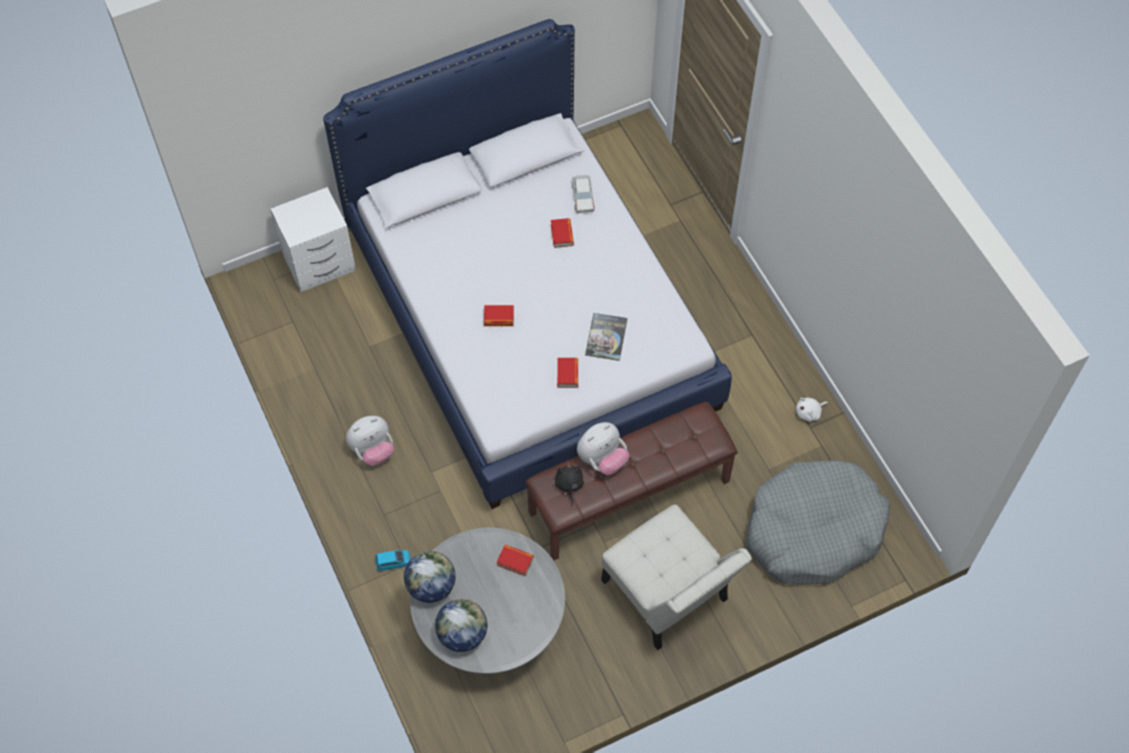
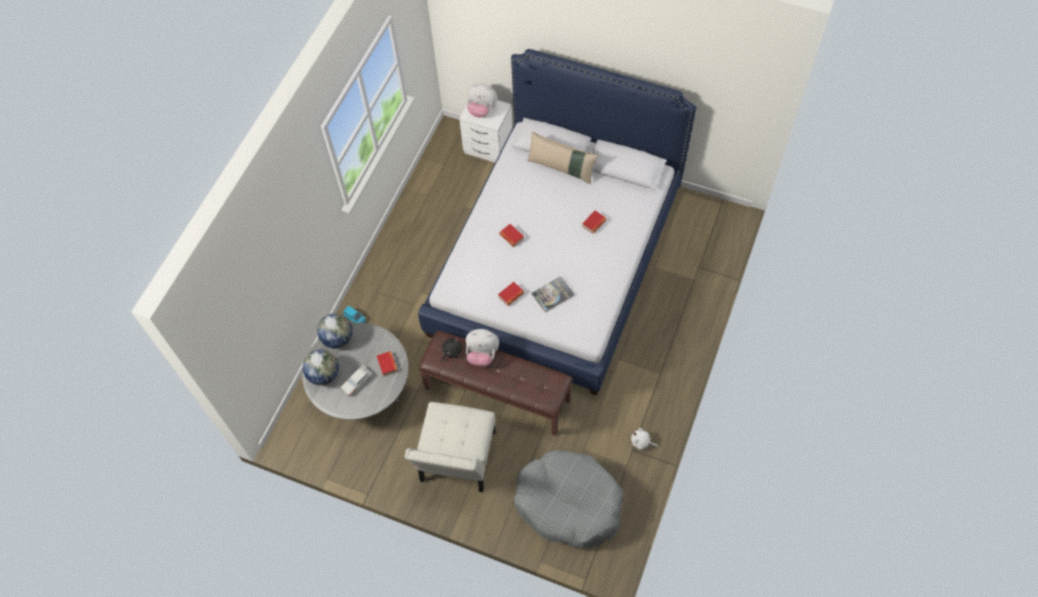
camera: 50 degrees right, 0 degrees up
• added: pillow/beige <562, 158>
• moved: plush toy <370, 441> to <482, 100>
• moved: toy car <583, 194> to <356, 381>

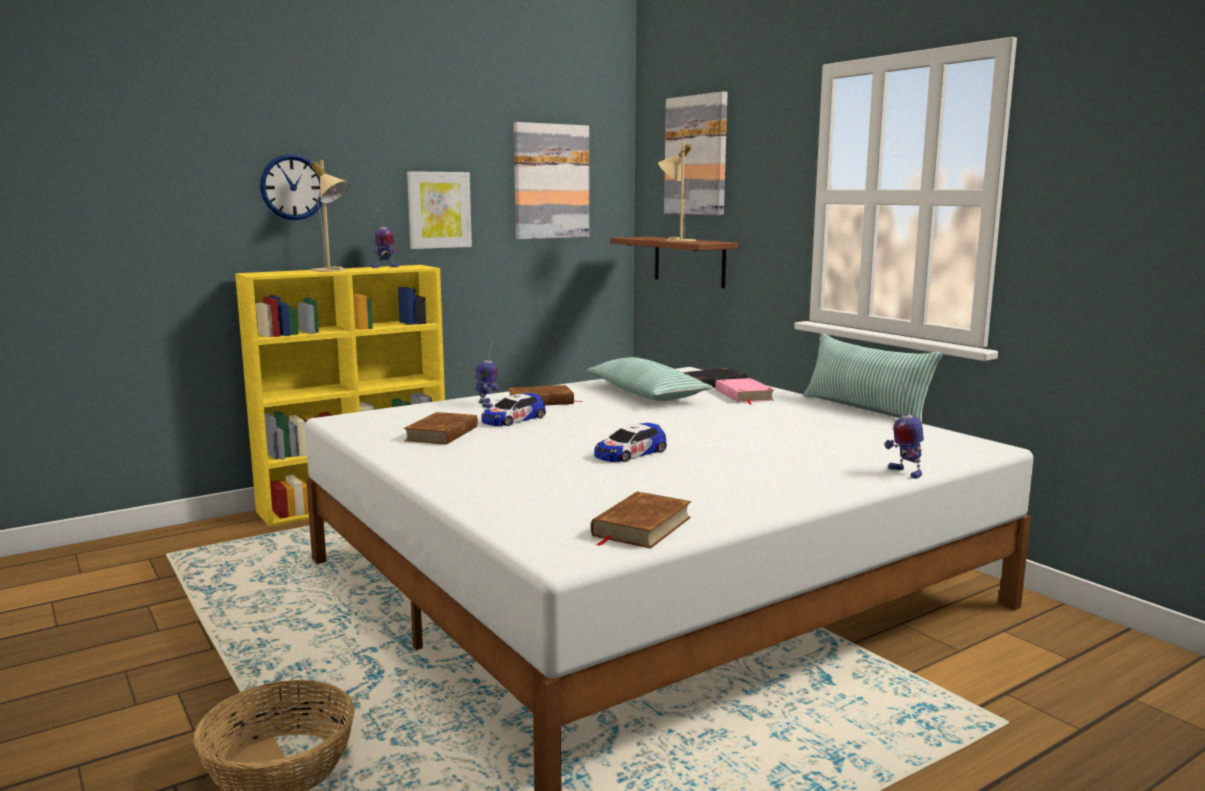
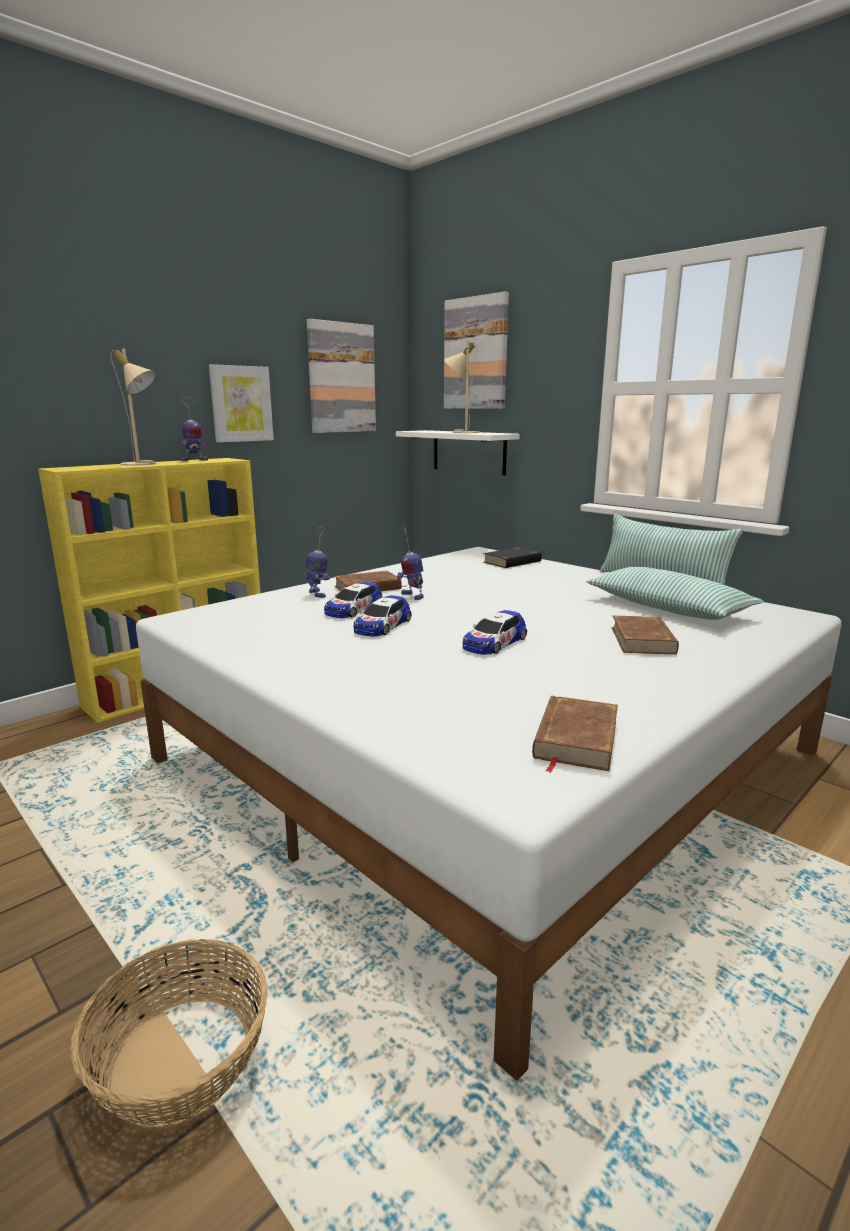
camera: 10 degrees left, 5 degrees up
• removed: wall clock <291, 187>
• removed: book/pink <744, 391>
• added: toy car <383, 616>
• moved: book/brown <441, 428> to <645, 635>
• moved: pillow <650, 379> to <675, 593>
• moved: toy robot <904, 430> to <410, 564>
• recoloured: shelf/brown <674, 262> to shelf/white <458, 452>

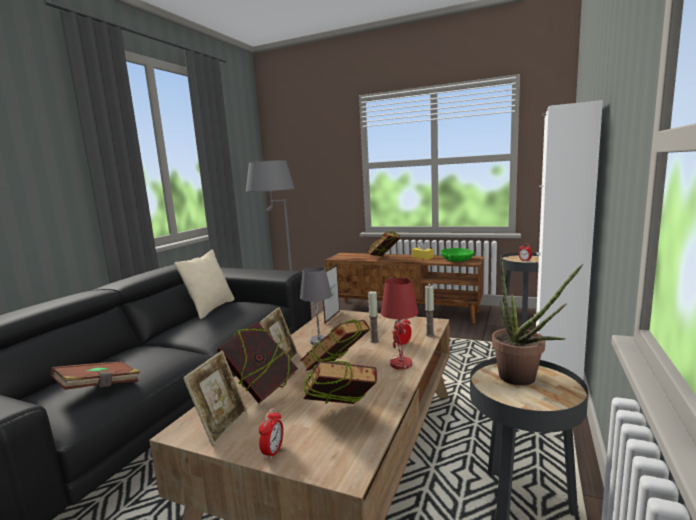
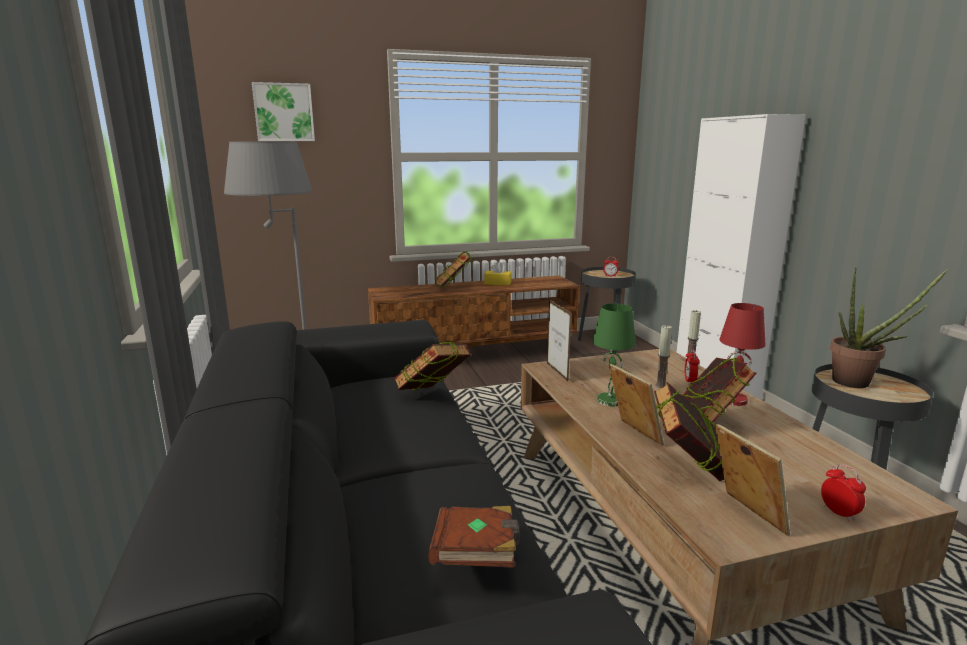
camera: 40 degrees left, 5 degrees up
• removed: pillow/beige <205, 284>
• removed: bowl/green <457, 255>
• added: picture <283, 111>
• moved: book <340, 382> to <432, 365>
• recoloured: table lamp/grey <316, 306> to table lamp/green <614, 354>

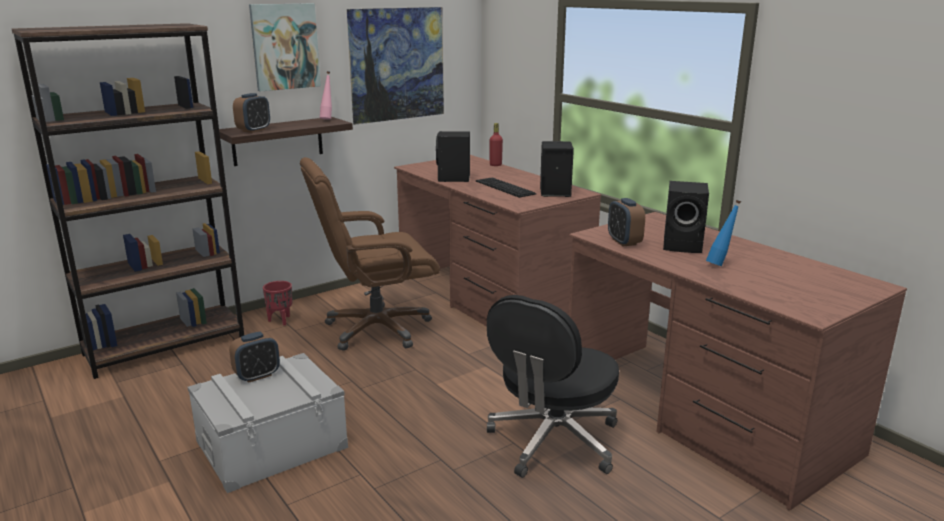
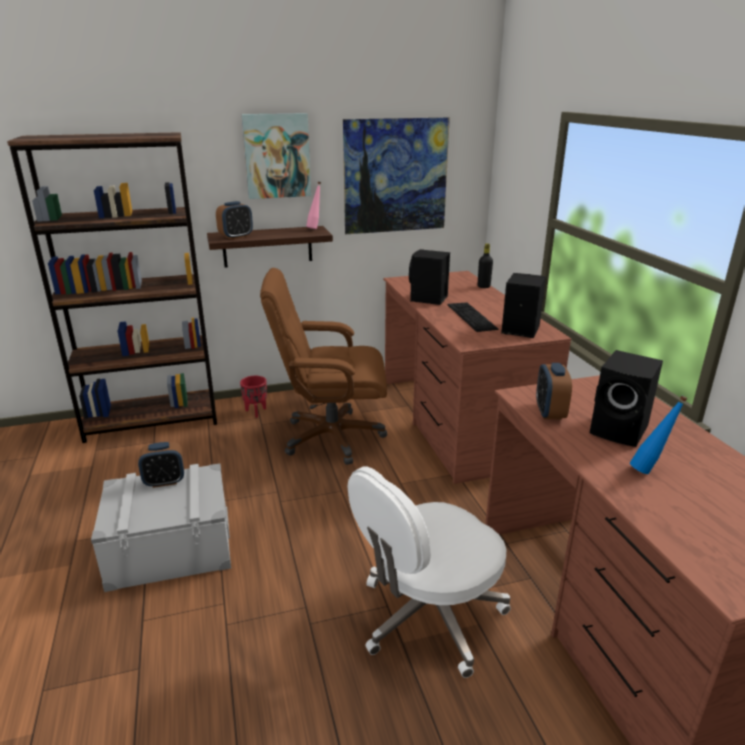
camera: 20 degrees right, 5 degrees up
• recoloured: office chair/black <553, 386> to office chair/white <429, 572>
• recoloured: bottle/red <496, 144> to bottle/black <485, 265>

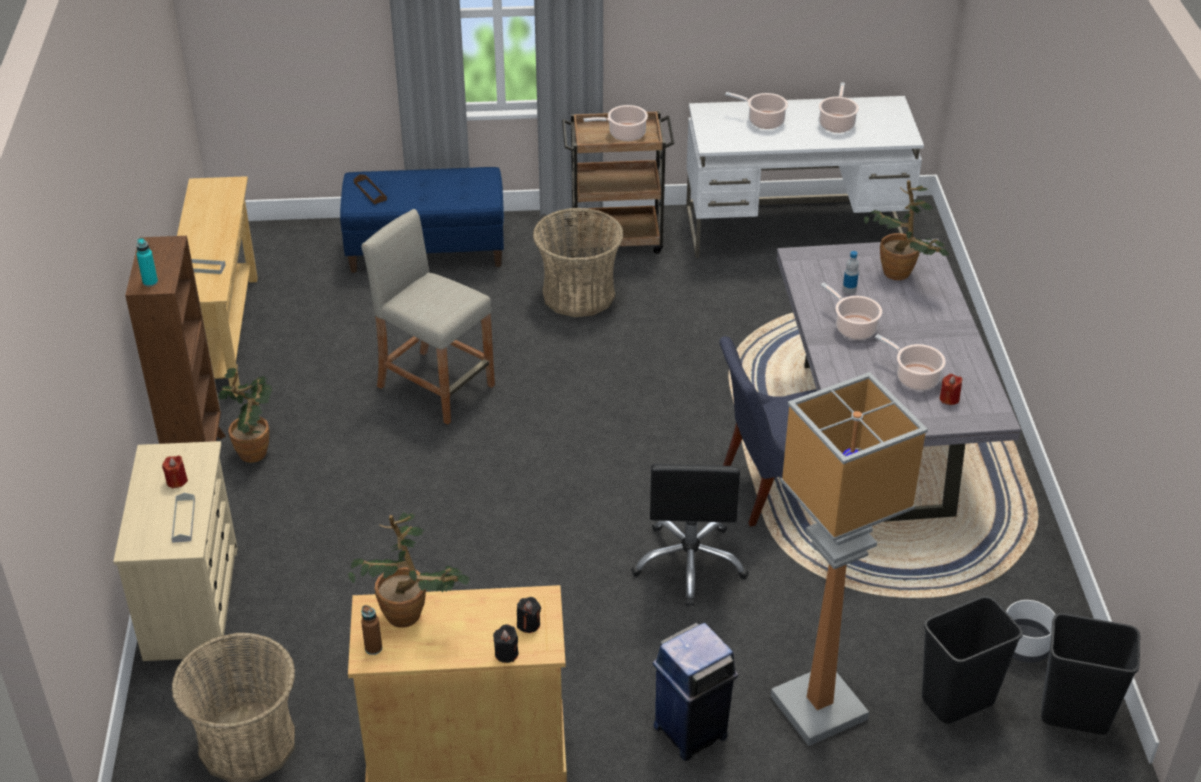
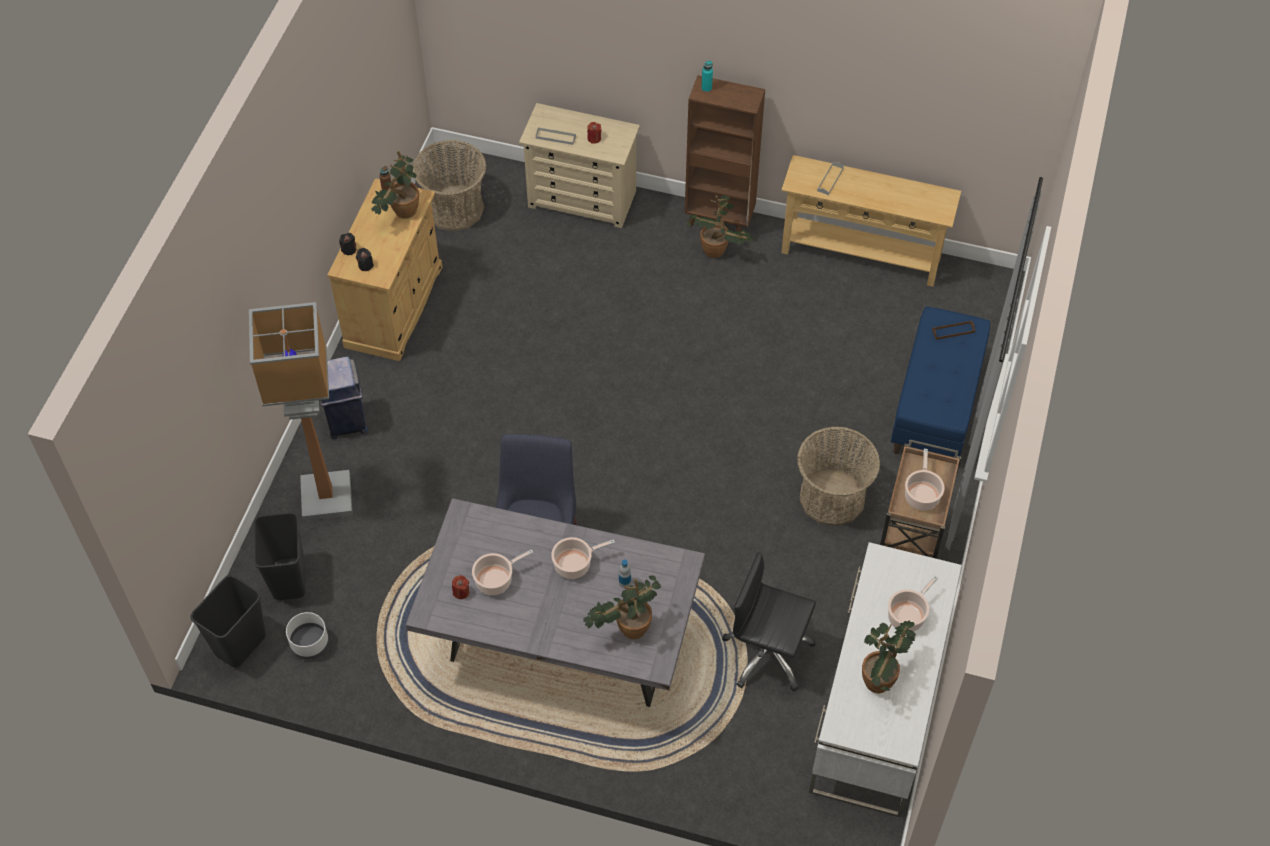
camera: 110 degrees right, 15 degrees up
• removed: stool/beige <428, 317>
• moved: office chair/black <690, 535> to <769, 621>
• replaced: cooking pot <839, 107> to potted plant <889, 657>

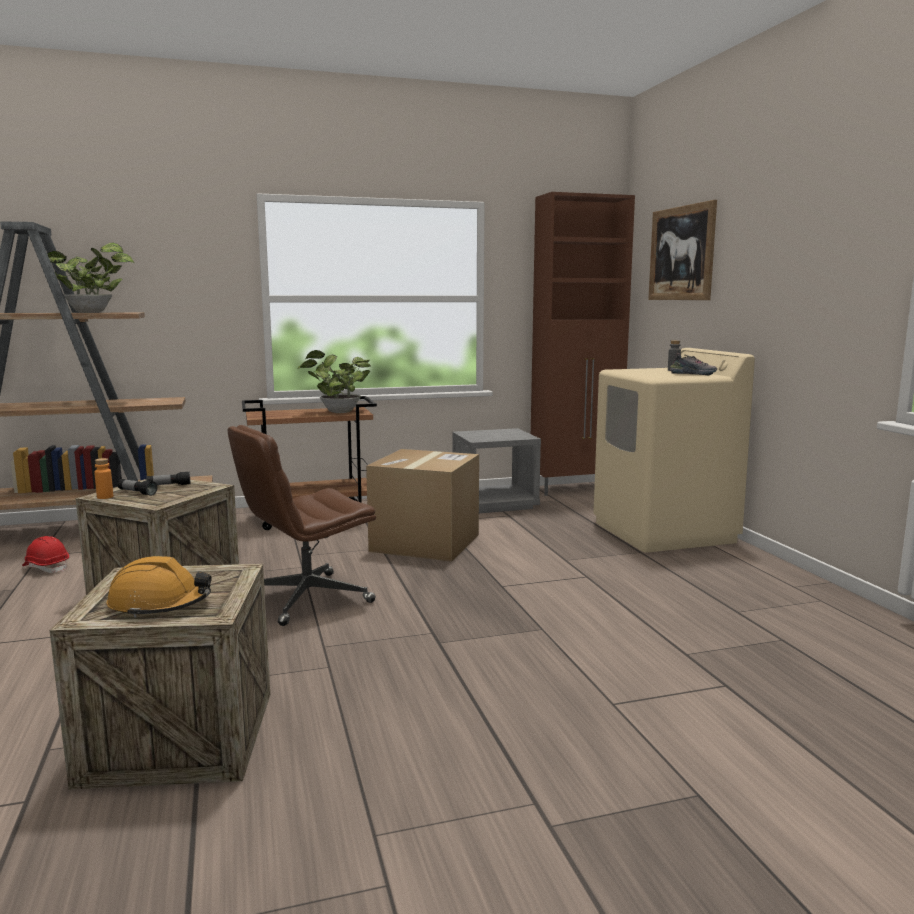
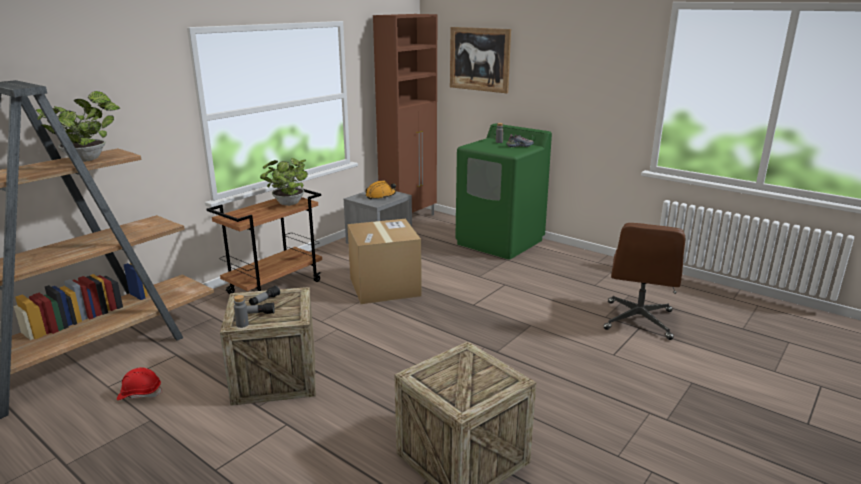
camera: 35 degrees left, 10 degrees up
• moved: hard hat/orange <159, 587> to <381, 189>
• moved: office chair/brown <302, 525> to <644, 281>
• recoloured: bottle/orange <103, 478> to bottle/grey <241, 311>
• recoloured: washing machine/beige <674, 450> to washing machine/green <503, 191>

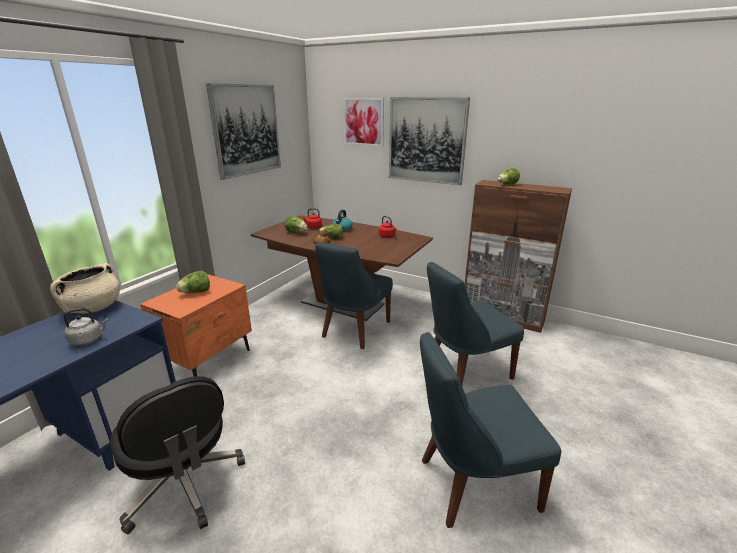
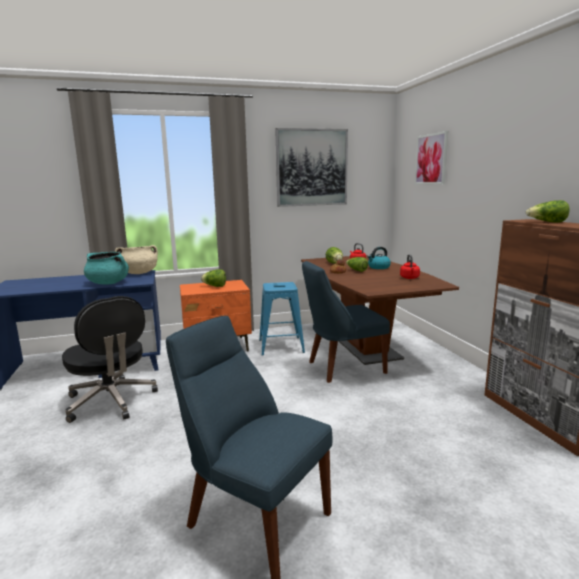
camera: 45 degrees right, 10 degrees down
• removed: picture <429, 141>
• removed: chair/blue <475, 323>
• added: stool/blue <282, 319>
• replaced: kettle/grey <86, 327> to cooking pot/turquoise <106, 268>
• turned: office chair/black <177, 455> = <110, 359> 45 degrees counterclockwise

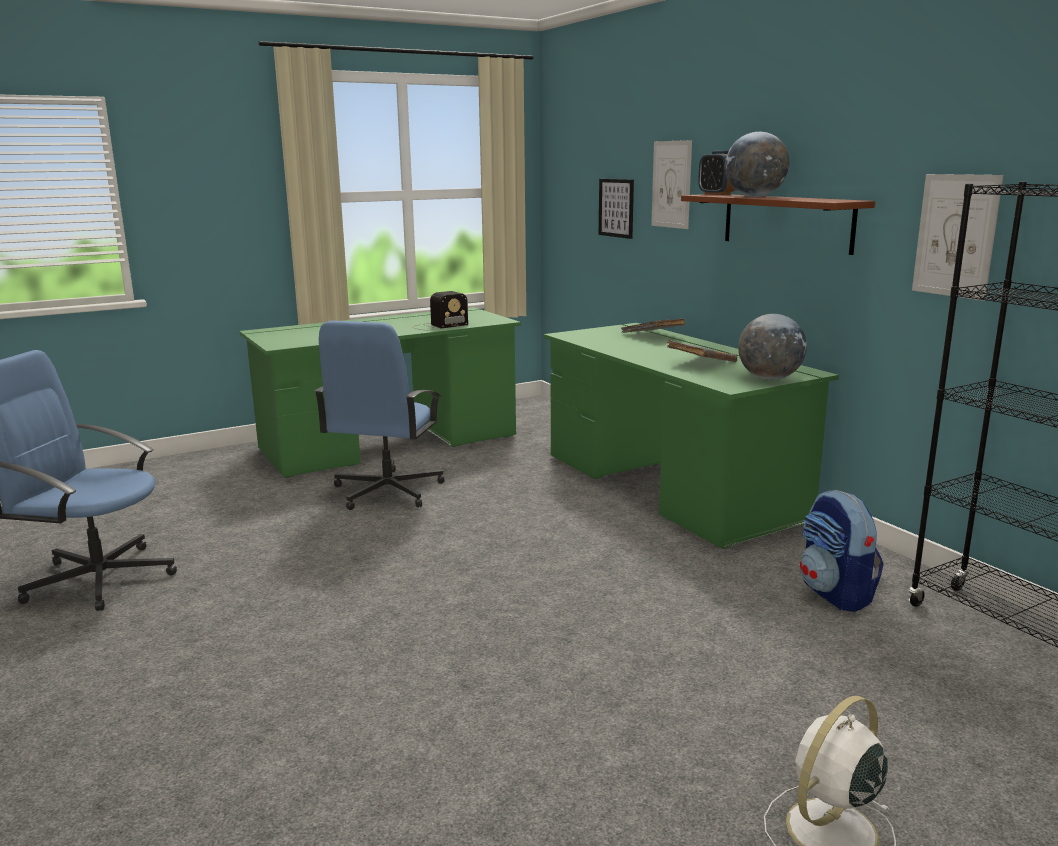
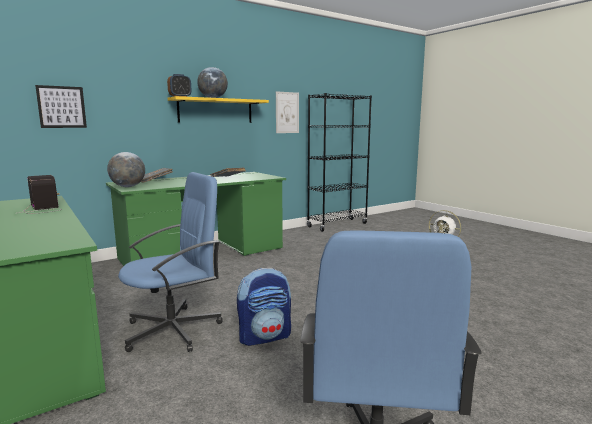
camera: 95 degrees left, 5 degrees down
• removed: picture <671, 184>
• moved: globe <772, 347> to <126, 169>
• moved: backpack <842, 551> to <264, 307>
• recoloured: shelf/brown <778, 224> to shelf/yellow <218, 109>
• turned: office chair/blue <379, 415> = <170, 262> 45 degrees counterclockwise

